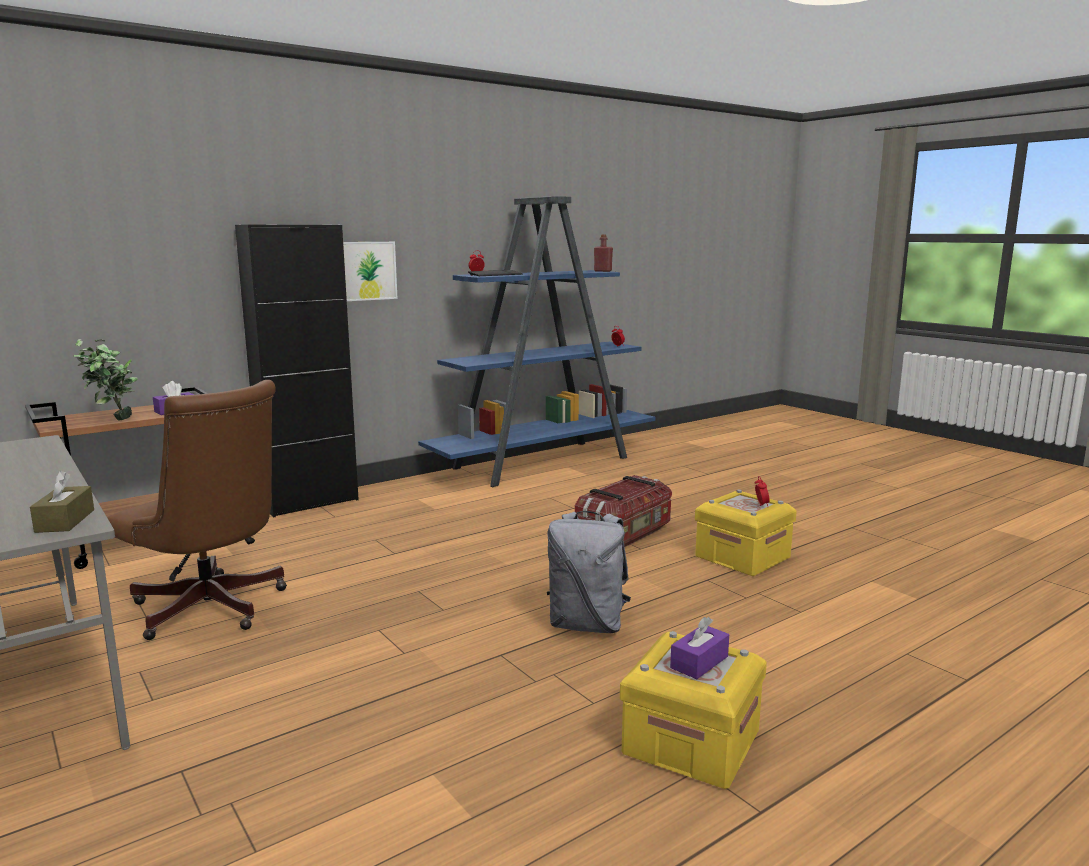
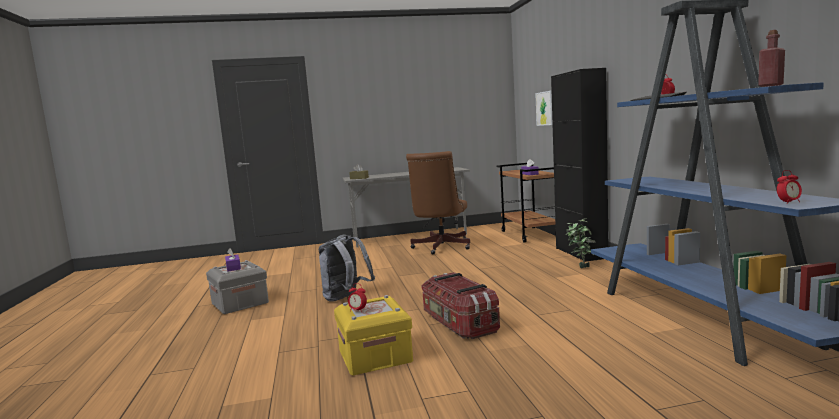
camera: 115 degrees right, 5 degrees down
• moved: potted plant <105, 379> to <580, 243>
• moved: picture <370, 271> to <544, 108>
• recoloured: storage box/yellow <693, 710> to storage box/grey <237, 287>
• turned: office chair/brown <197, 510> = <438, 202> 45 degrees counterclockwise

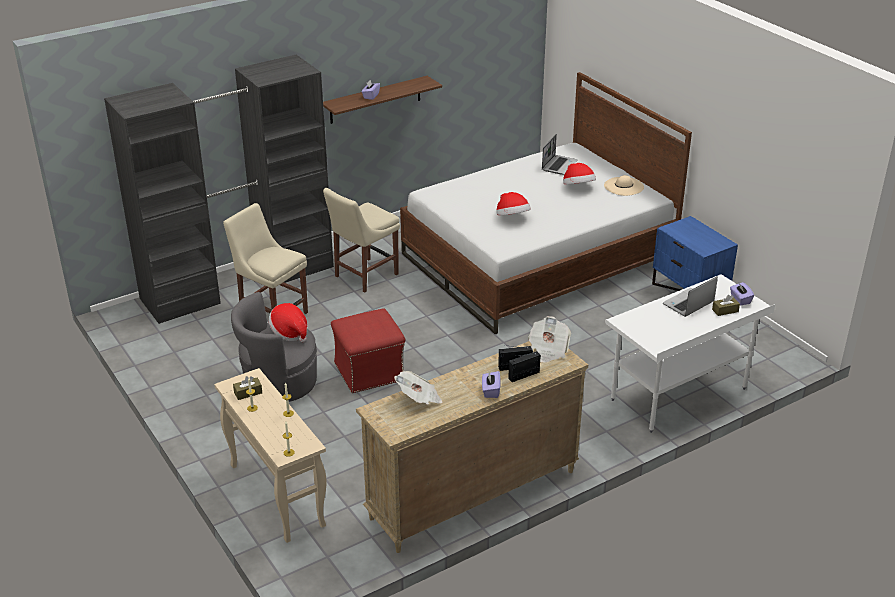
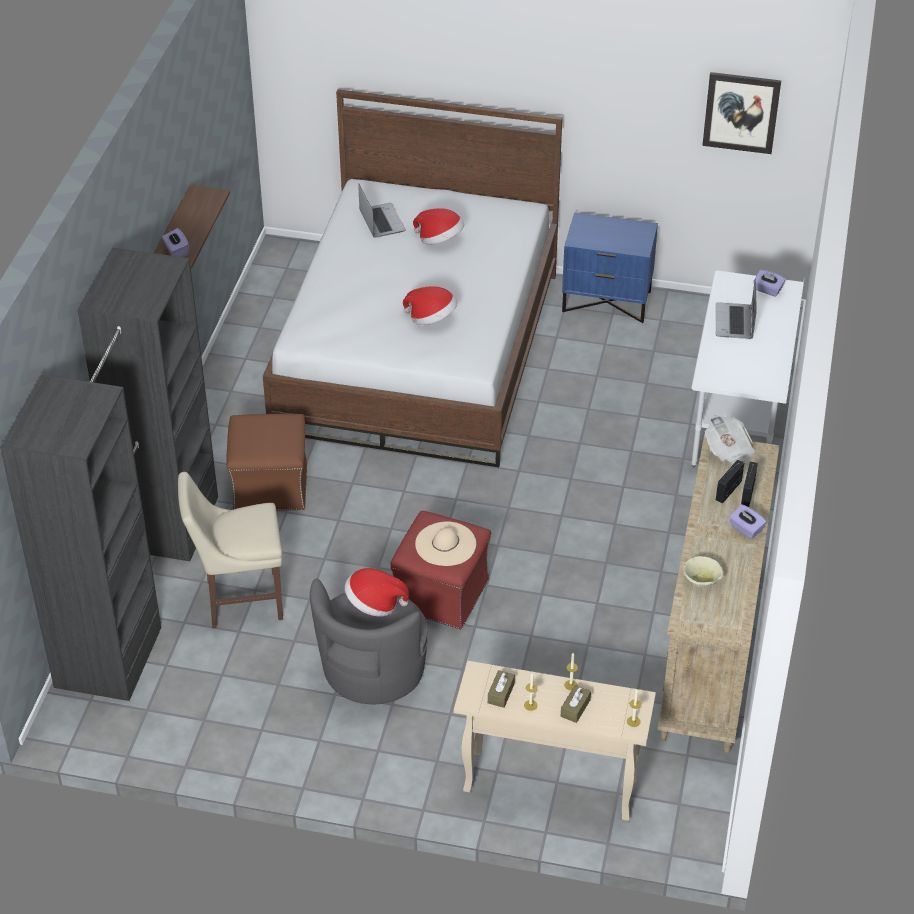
camera: 45 degrees left, 10 degrees up
• added: picture <741, 113>
• moved: hat/beige <624, 185> to <445, 544>
• moved: tissue box/brown <726, 305> to <576, 704>
• replaced: chair/beige <361, 240> to ottoman/brown <266, 462>
• replaced: newspaper <418, 387> to bowl/beige <703, 572>

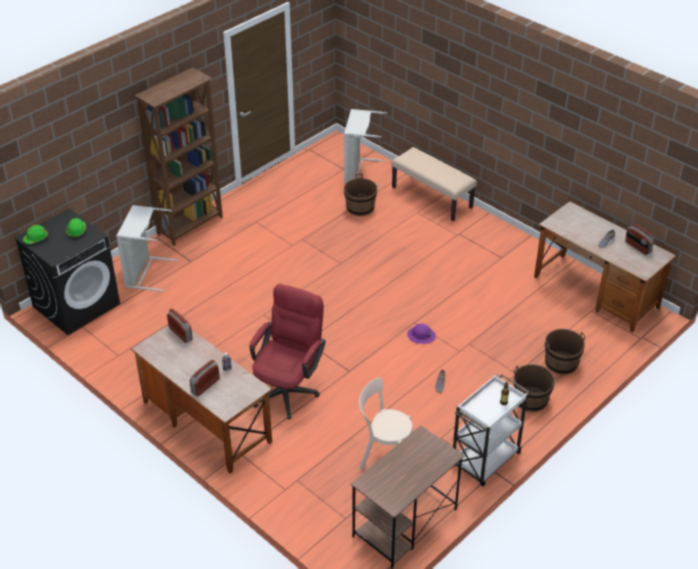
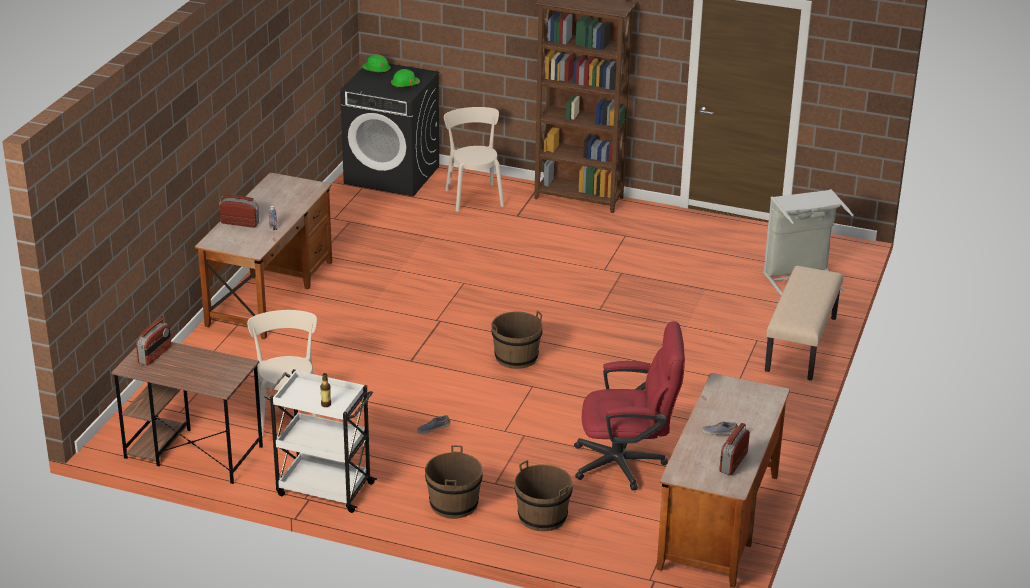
camera: 65 degrees right, 10 degrees down
• removed: hard hat/purple <421, 333>
• moved: radio <180, 325> to <153, 342>
• moved: office chair/red <288, 352> to <629, 405>
• moved: bucket/brown <360, 195> to <517, 339>
• replaced: laundry basket/grey <147, 248> to chair/beige <474, 159>

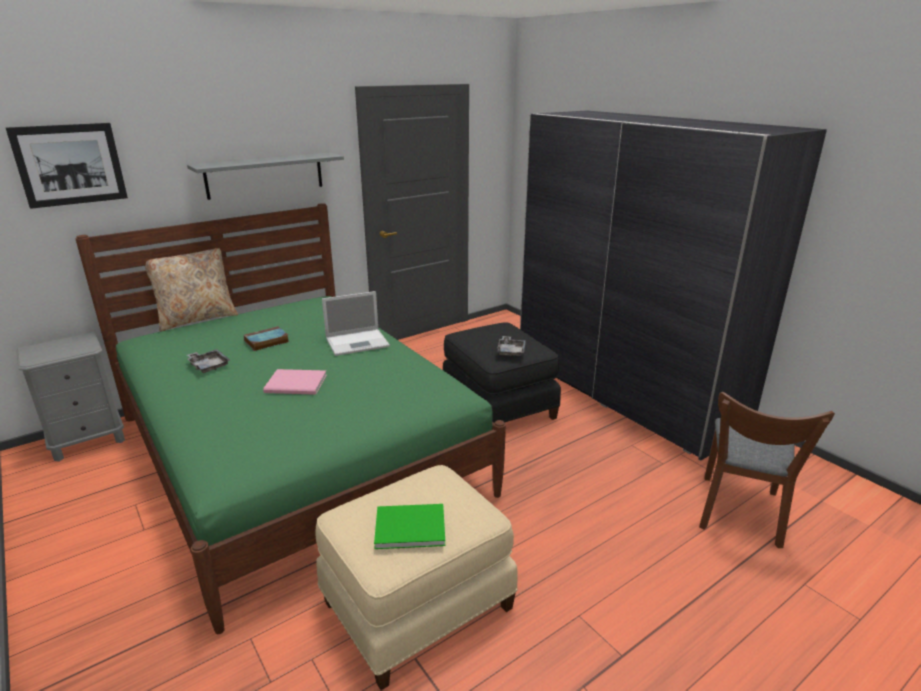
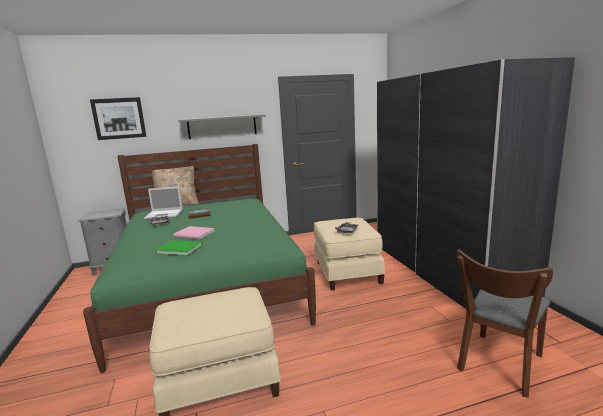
camera: 20 degrees right, 10 degrees down
• moved: laptop <356, 323> to <163, 202>
• moved: book/green <409, 526> to <179, 248>
• recoloured: ottoman/black <502, 372> to ottoman/beige <349, 254>

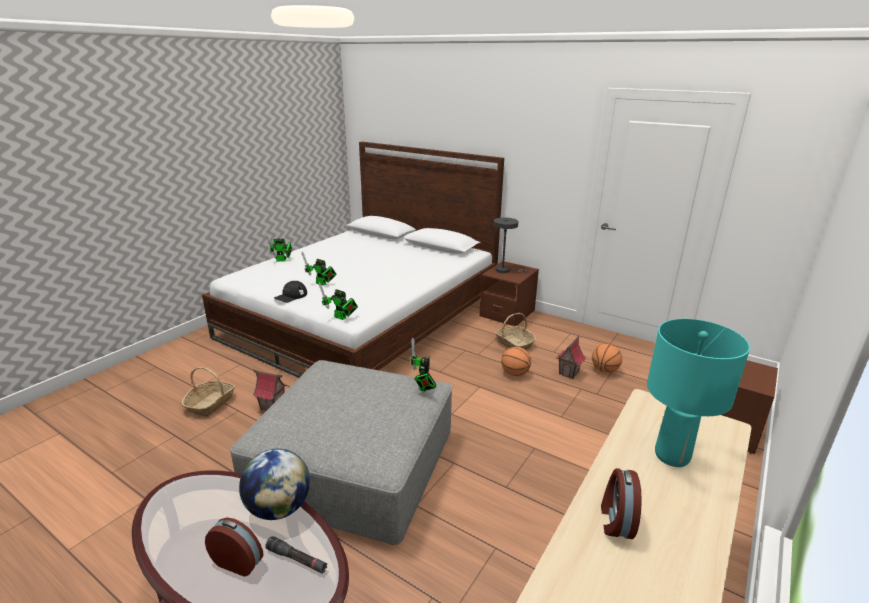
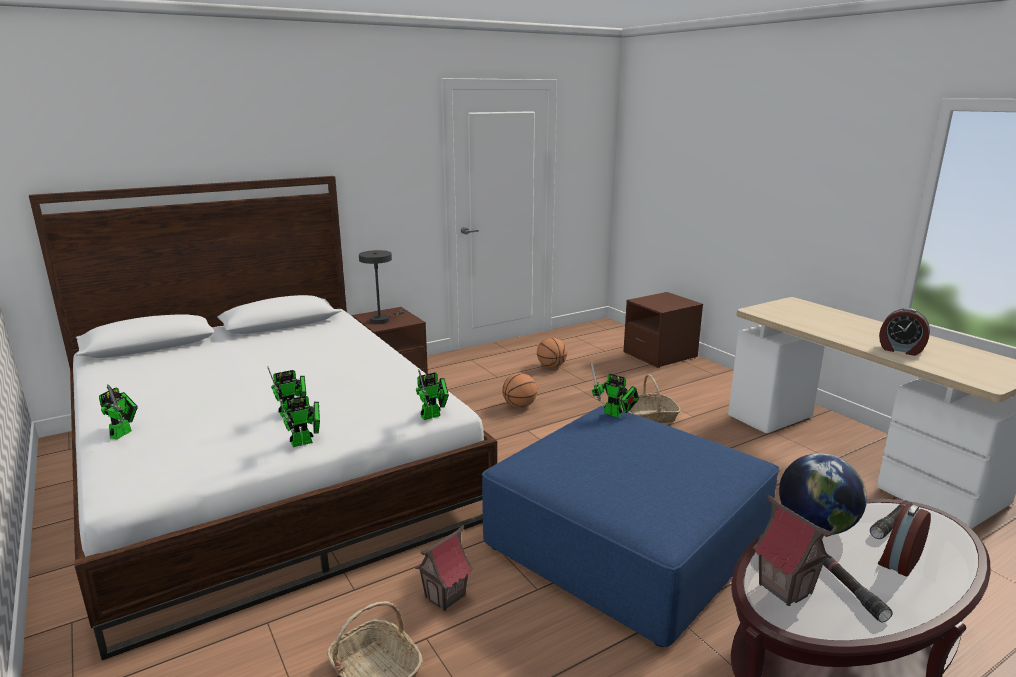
camera: 65 degrees left, 5 degrees down
• removed: table lamp/turquoise <698, 393>
• added: flashlight/black <857, 589>
• moved: basket <515, 331> to <655, 398>
• moved: toy house <571, 357> to <792, 550>
• replaced: cap/black <290, 291> to toy robot <298, 420>
• recoloured: ottoman/grey <341, 452> to ottoman/blue <630, 526>

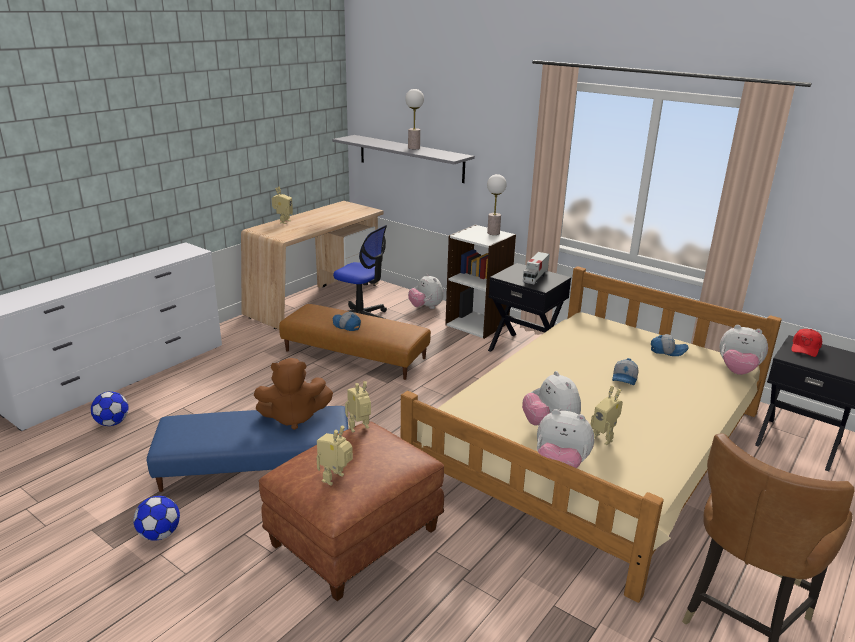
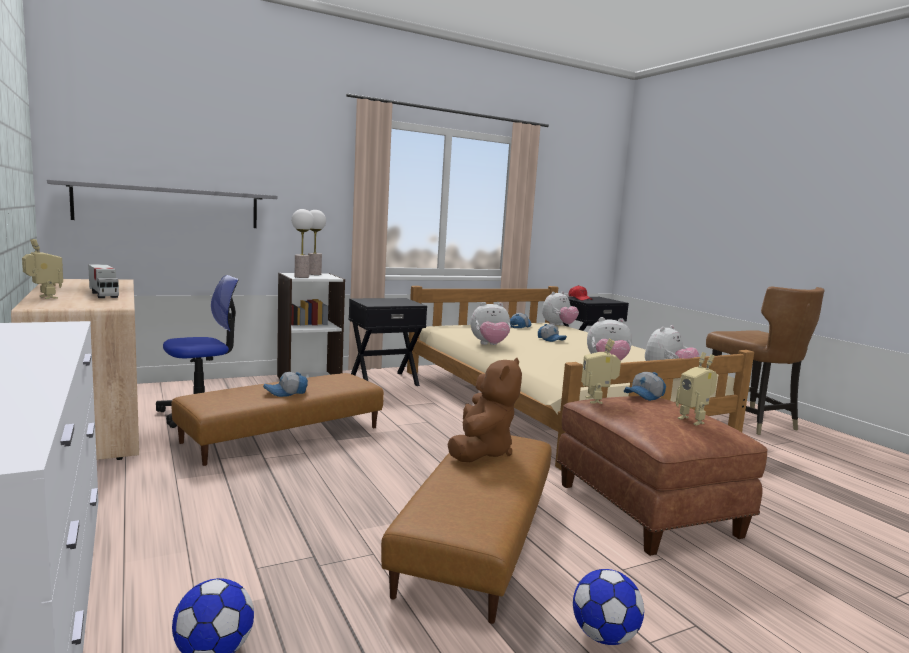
camera: 65 degrees left, 15 degrees down
• removed: toy robot <607, 415>
• added: cap <645, 386>
• moved: table lamp <414, 119> to <303, 243>
• moved: plush toy <425, 291> to <491, 323>
• moved: toy truck <536, 268> to <103, 281>
• recoloured: ottoman/blue <247, 449> to ottoman/brown <466, 529>

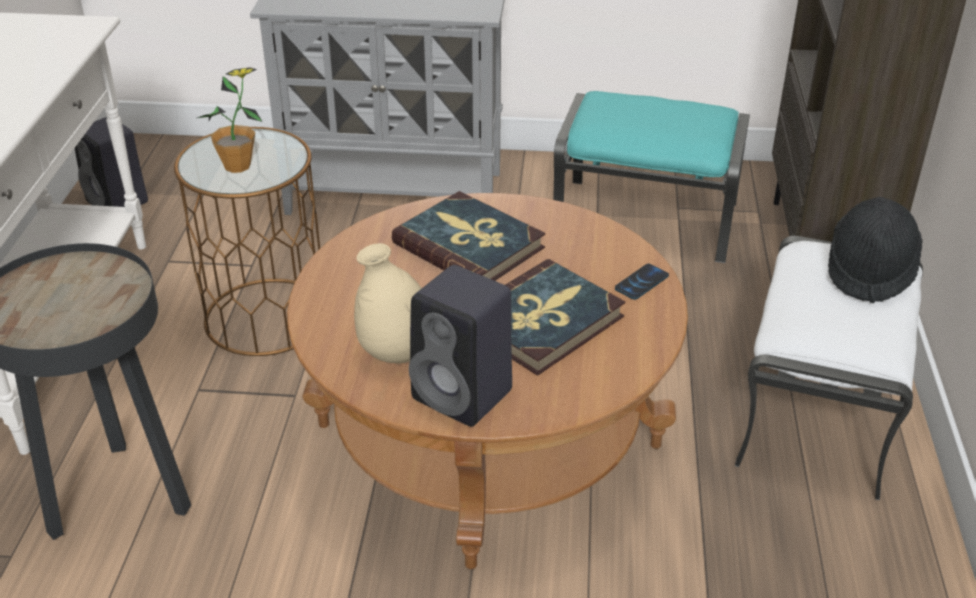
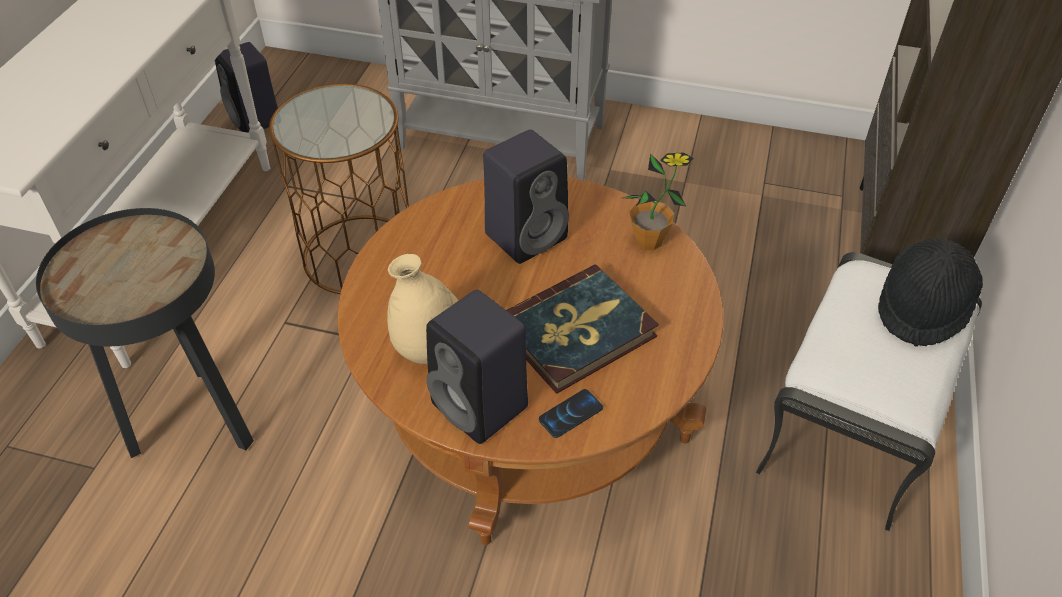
camera: 10 degrees right, 10 degrees up
• removed: ottoman/turquoise <651, 177>
• moved: potted plant <230, 120> to <658, 201>
• moved: phone <642, 282> to <571, 413>
• replaced: book <468, 236> to speaker/black <526, 197>

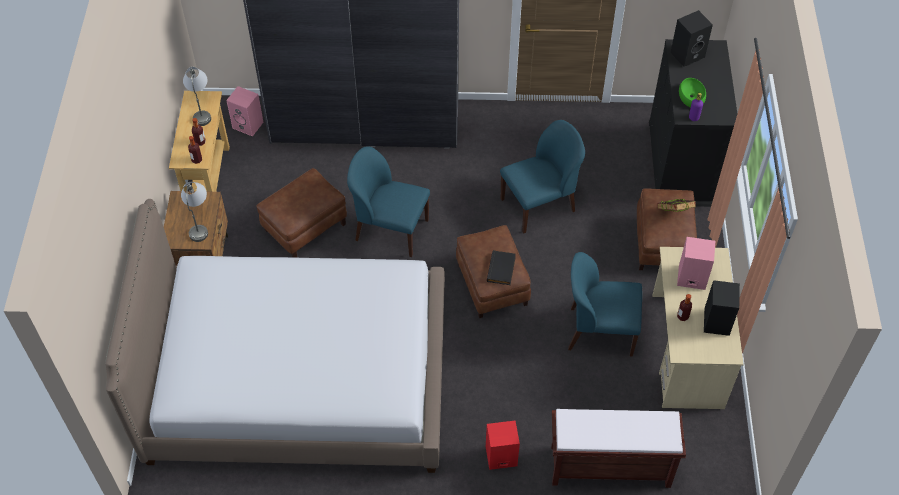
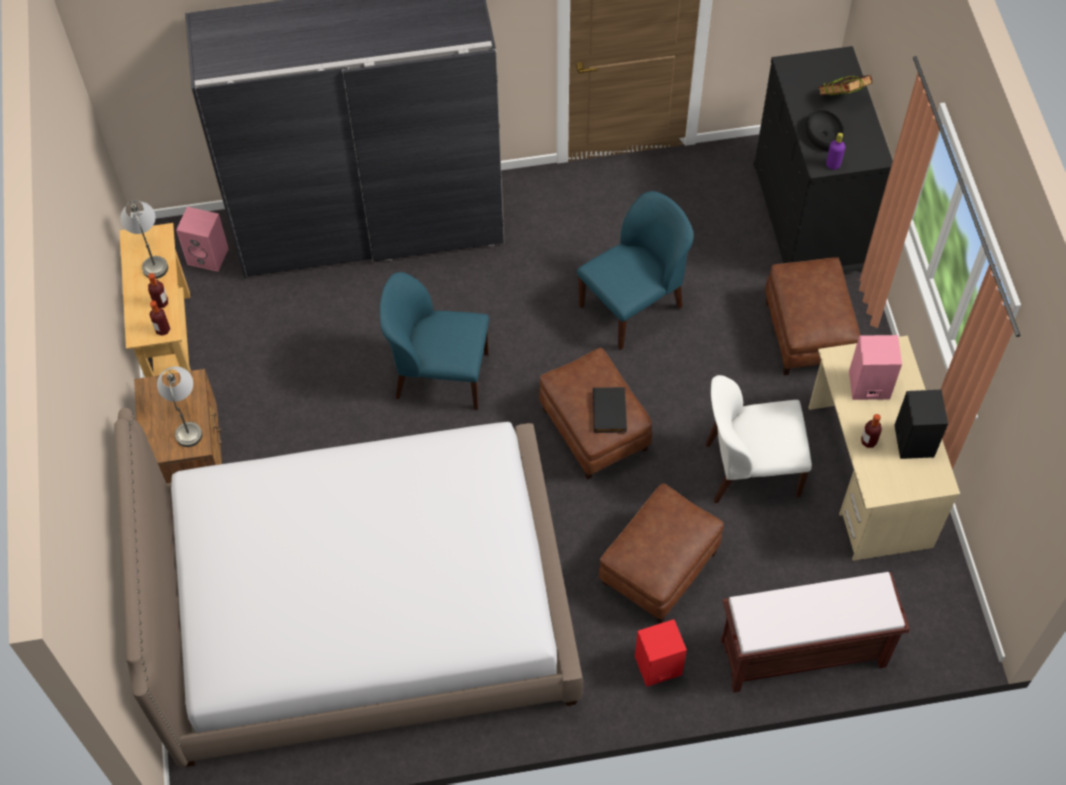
camera: 10 degrees left, 5 degrees up
• removed: speaker/black <692, 38>
• moved: ottoman/brown <301, 213> to <661, 553>
• moved: book <677, 205> to <846, 85>
• recoloured: chair/blue <605, 304> to chair/white <759, 439>
• recoloured: bowl/green <692, 93> to bowl/black <824, 130>

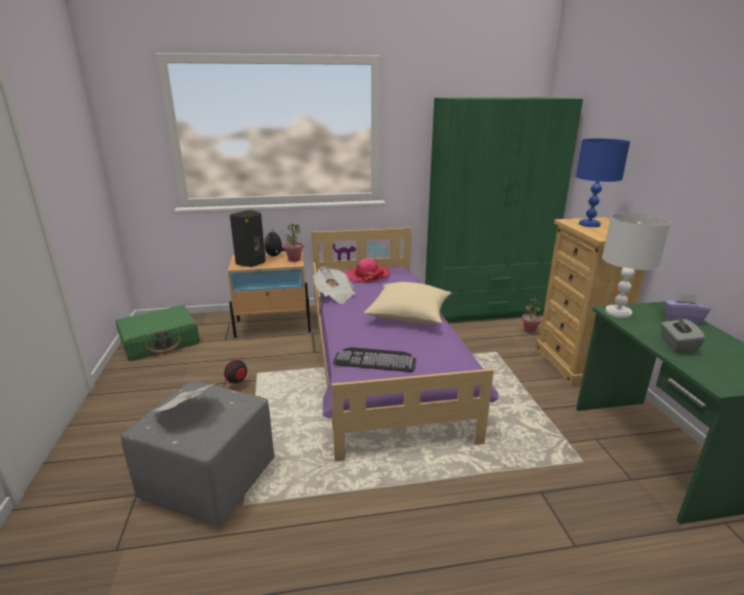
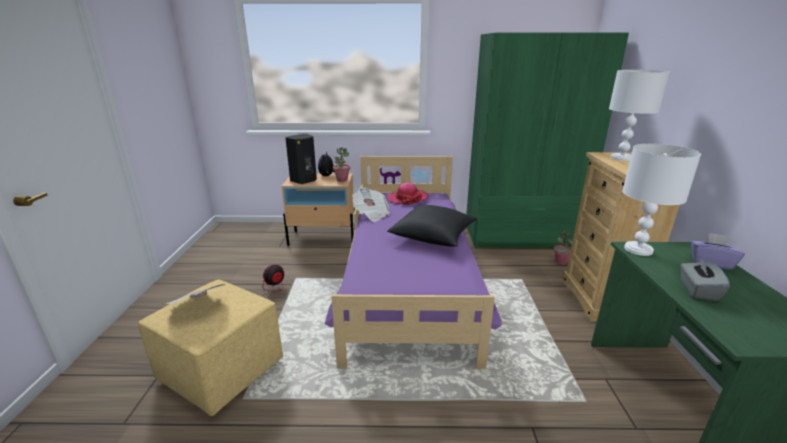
camera: 10 degrees right, 0 degrees up
• removed: suitcase/green <158, 333>
• removed: keyboard <374, 359>
• recoloured: ottoman/grey <198, 454> to ottoman/yellow <210, 348>
• recoloured: pillow/beige <407, 303> to pillow/black <432, 226>
• recoloured: table lamp/blue <603, 183> to table lamp/white <639, 115>

